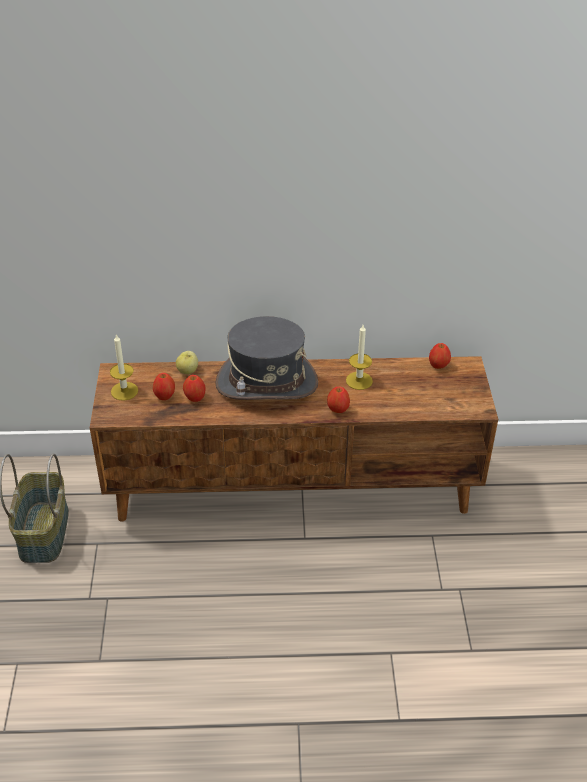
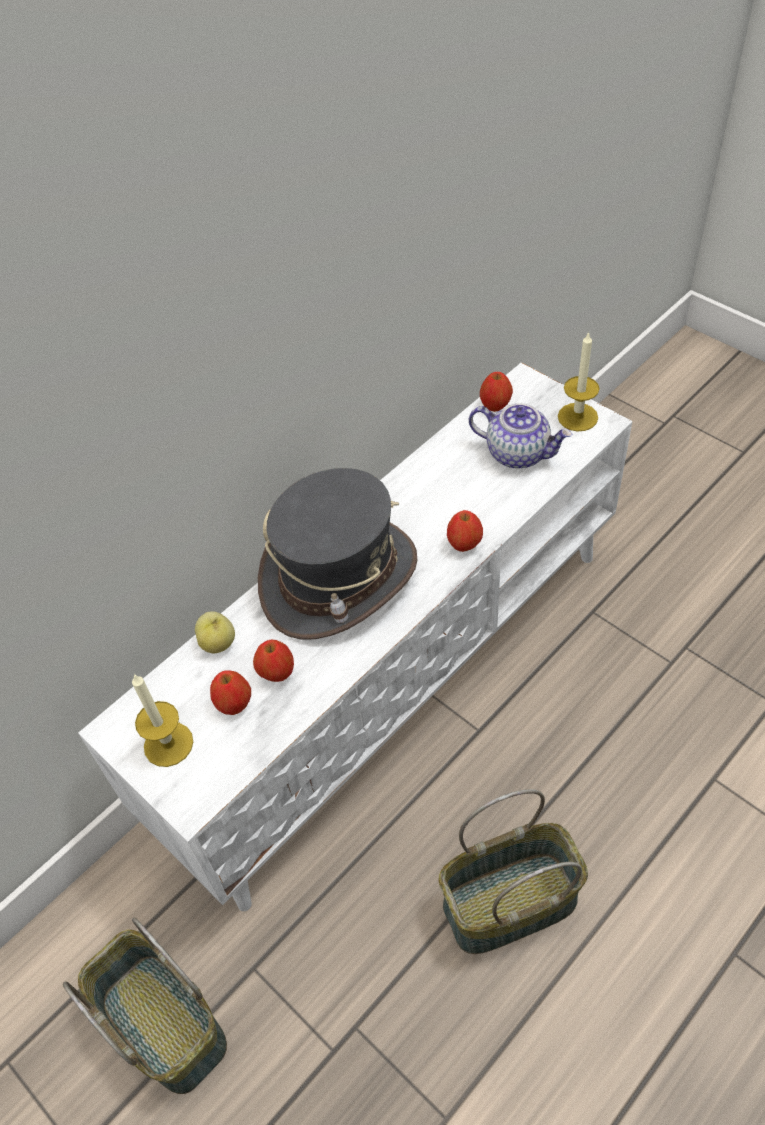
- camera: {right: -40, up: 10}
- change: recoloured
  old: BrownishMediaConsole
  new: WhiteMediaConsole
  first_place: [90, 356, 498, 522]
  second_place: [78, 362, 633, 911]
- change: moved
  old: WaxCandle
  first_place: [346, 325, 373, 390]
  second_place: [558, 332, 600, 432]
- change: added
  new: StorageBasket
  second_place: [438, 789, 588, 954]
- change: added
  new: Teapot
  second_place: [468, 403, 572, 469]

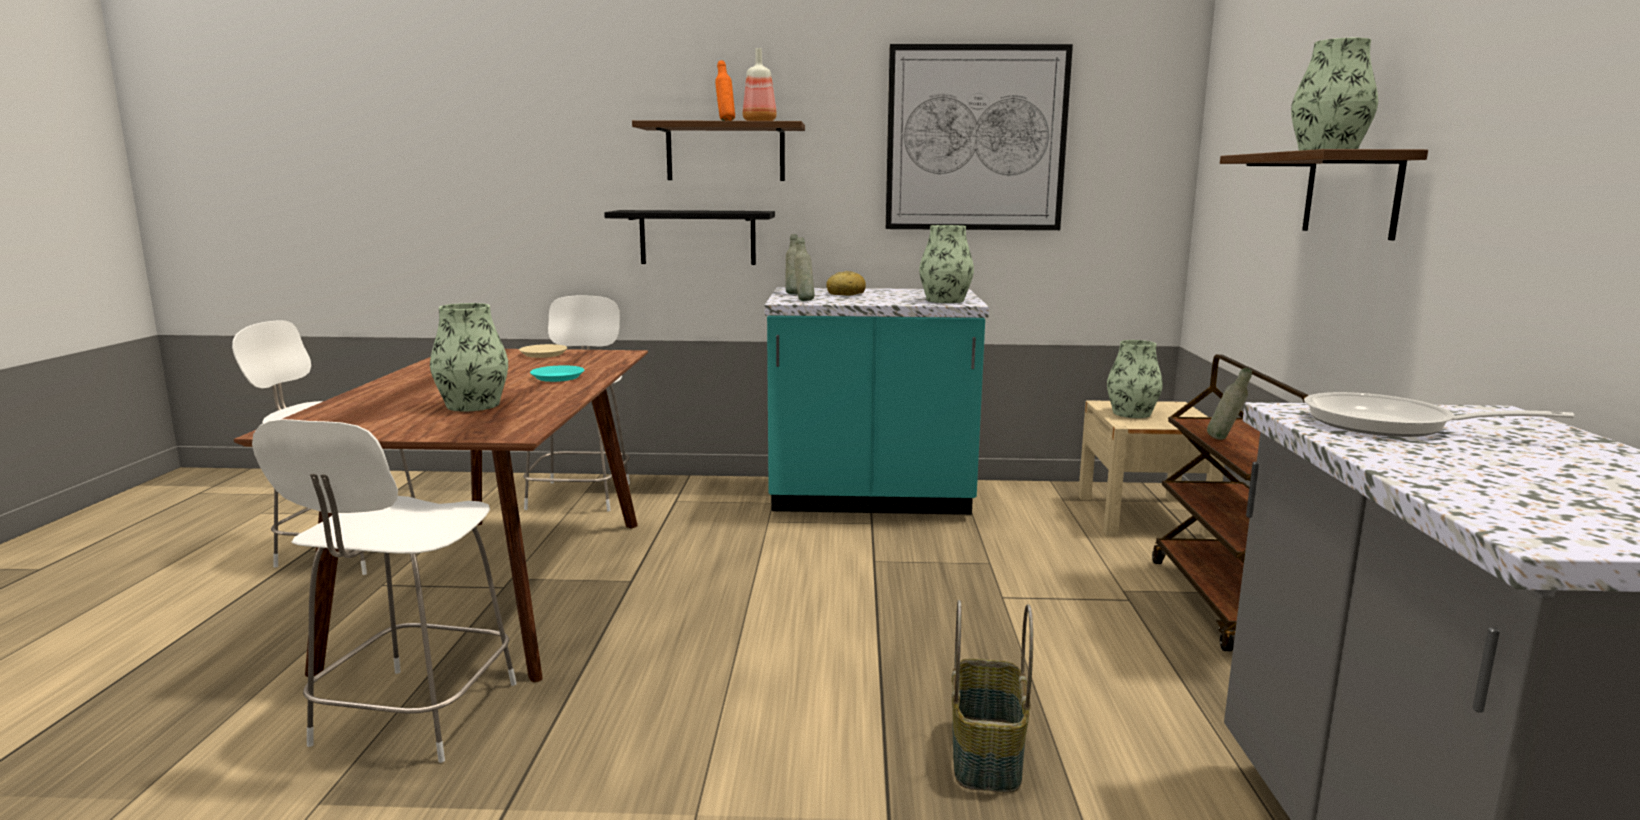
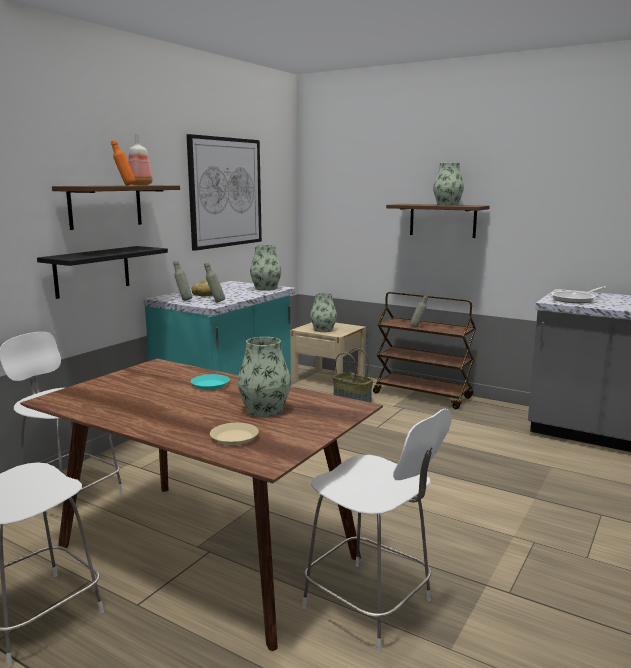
- camera: {right: -60, up: 0}
- change: moved
  old: SandColouredFlatDish
  first_place: [519, 344, 567, 358]
  second_place: [210, 423, 259, 445]
- change: moved
  old: StorageBasket
  first_place: [952, 600, 1033, 793]
  second_place: [332, 348, 373, 403]

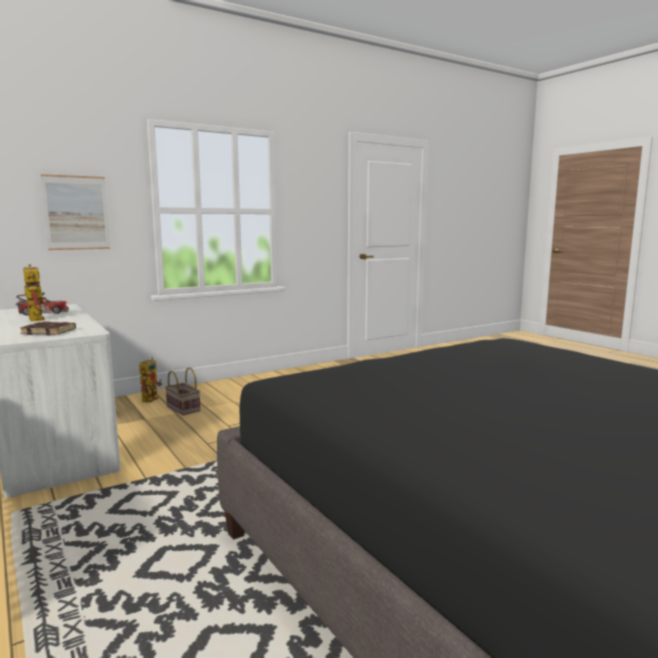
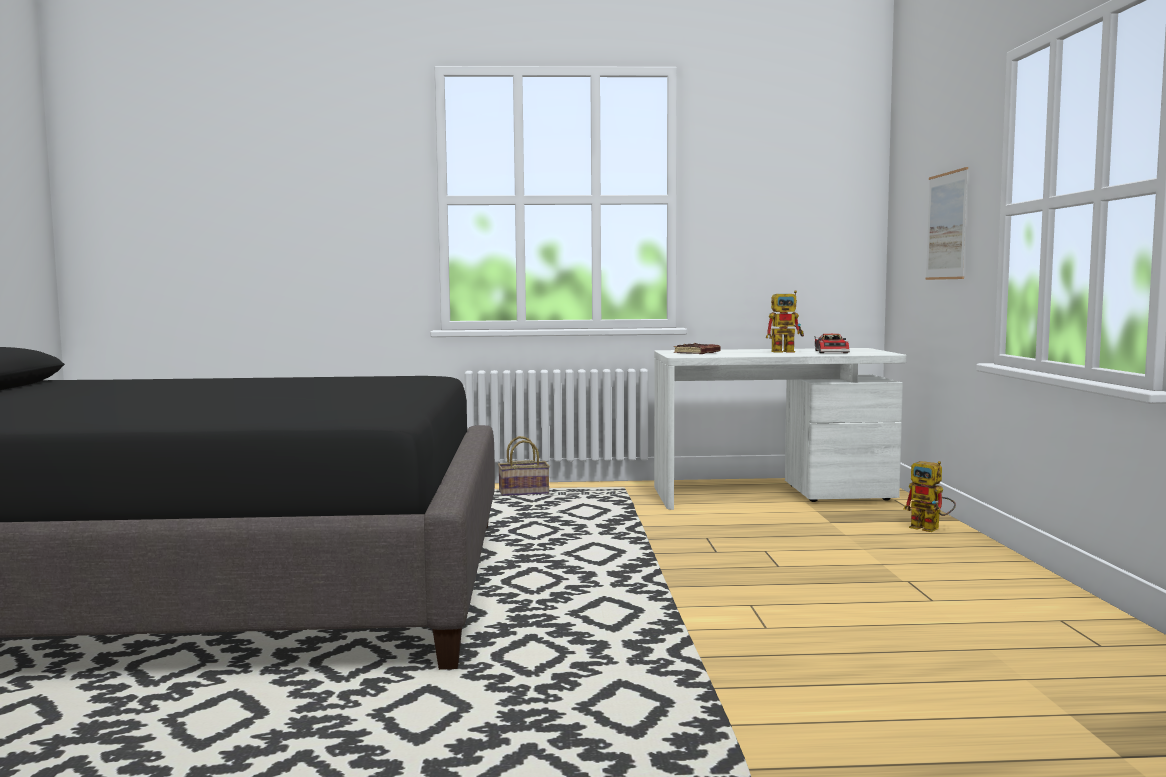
- camera: {right: 120, up: -5}
- change: moved
  old: StorageBasket
  first_place: [165, 367, 201, 416]
  second_place: [498, 436, 550, 496]

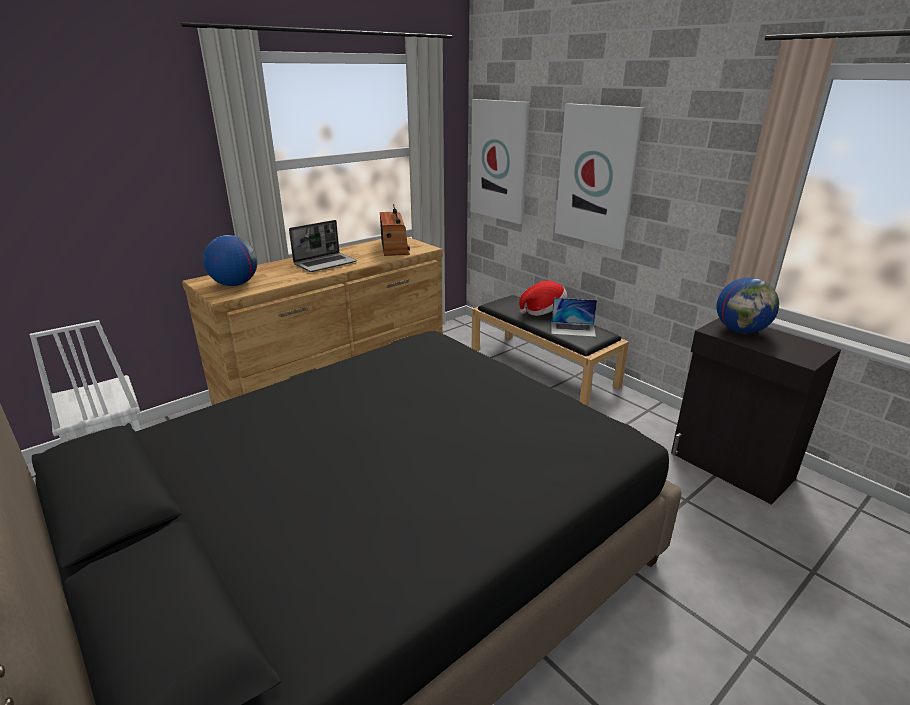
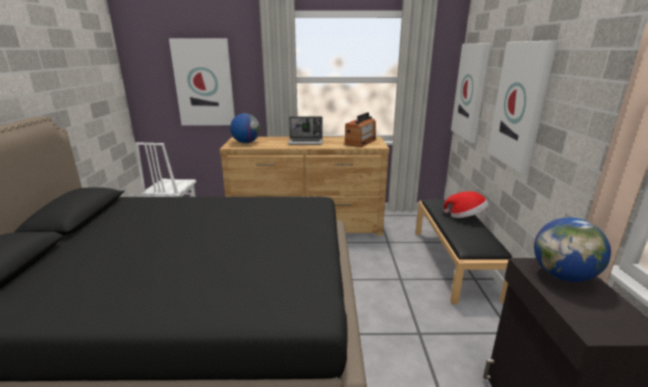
- camera: {right: 40, up: -5}
- change: removed
  old: NotebookComputer
  first_place: [551, 298, 597, 337]
- change: added
  new: WallArt
  second_place: [169, 39, 235, 125]

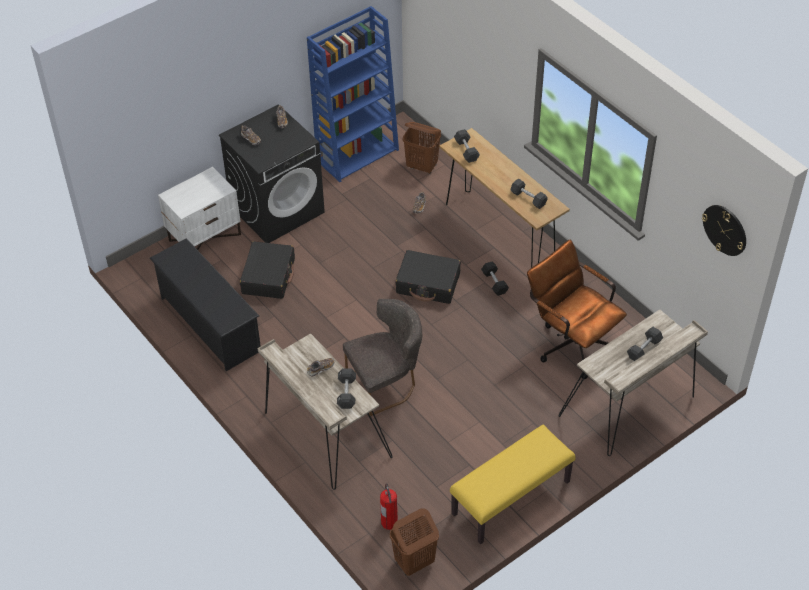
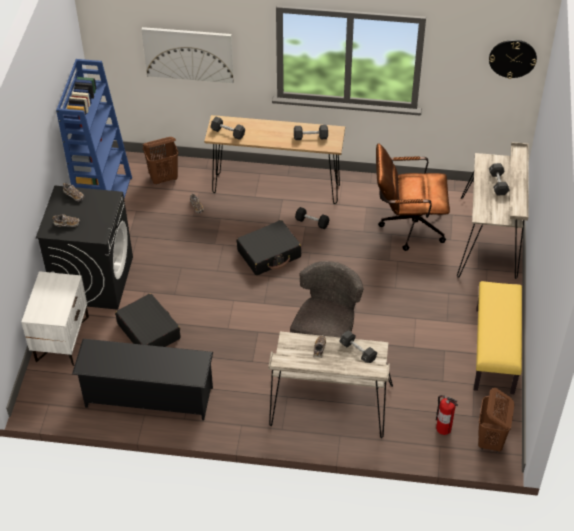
- camera: {right: -45, up: 0}
- change: added
  new: WallArt
  second_place: [141, 27, 234, 83]

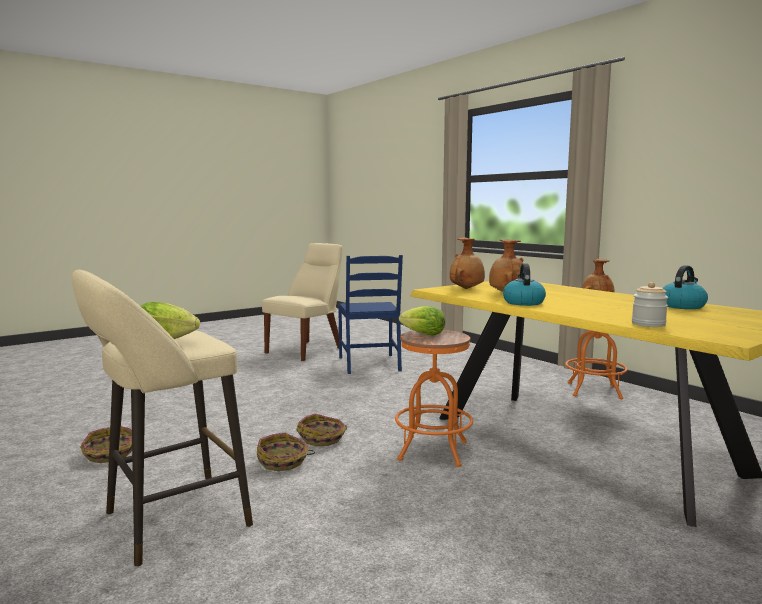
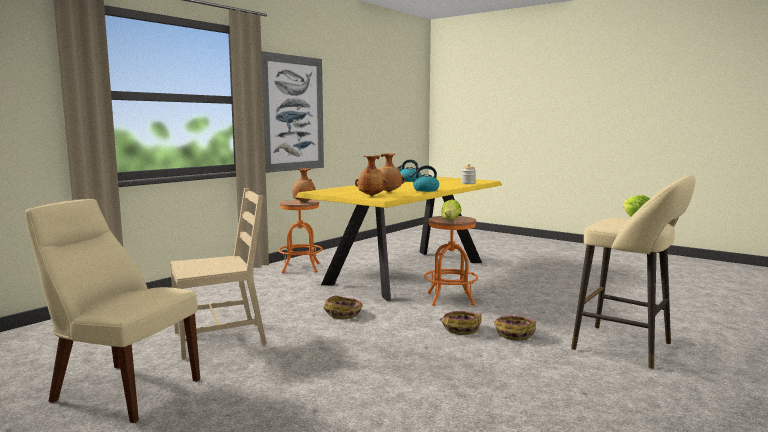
- camera: {right: -105, up: 0}
- change: moved
  old: StorageBasket
  first_place: [80, 426, 132, 463]
  second_place: [324, 295, 363, 319]
- change: recoloured
  old: BlueChair
  new: SandColouredChair
  first_place: [338, 255, 403, 374]
  second_place: [170, 188, 267, 360]
- change: added
  new: WallArt
  second_place: [262, 51, 324, 173]

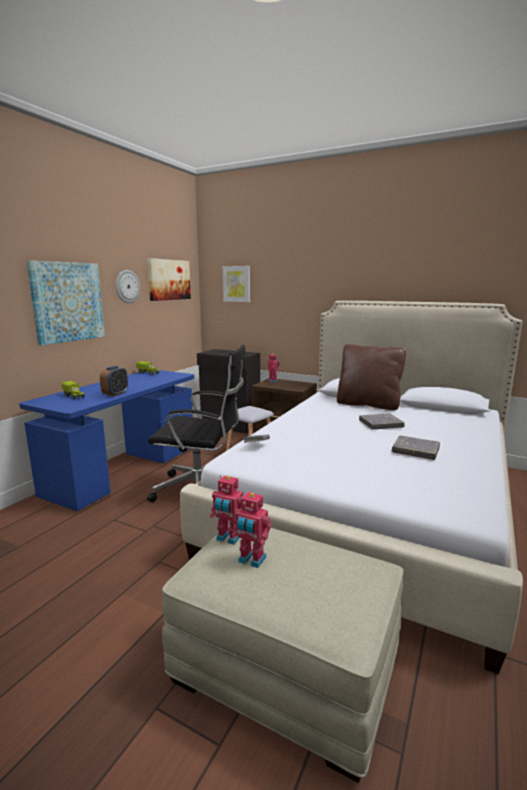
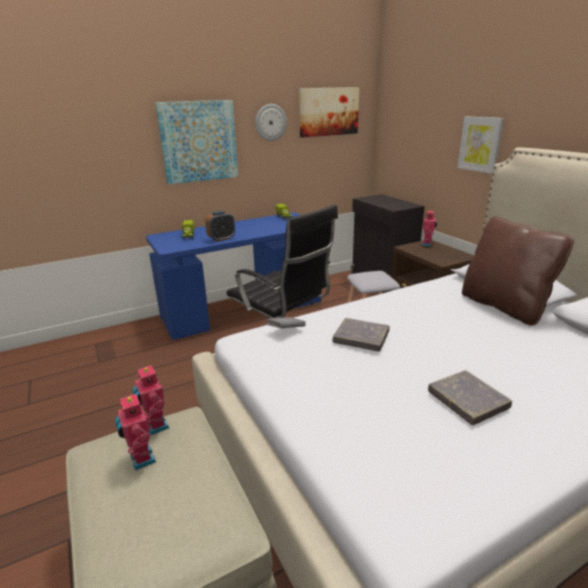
- camera: {right: 35, up: 10}
- change: moved
  old: WallArt
  first_place: [223, 266, 250, 302]
  second_place: [458, 117, 504, 174]
- change: moved
  old: GrayVolume
  first_place: [359, 413, 405, 430]
  second_place: [333, 318, 389, 351]

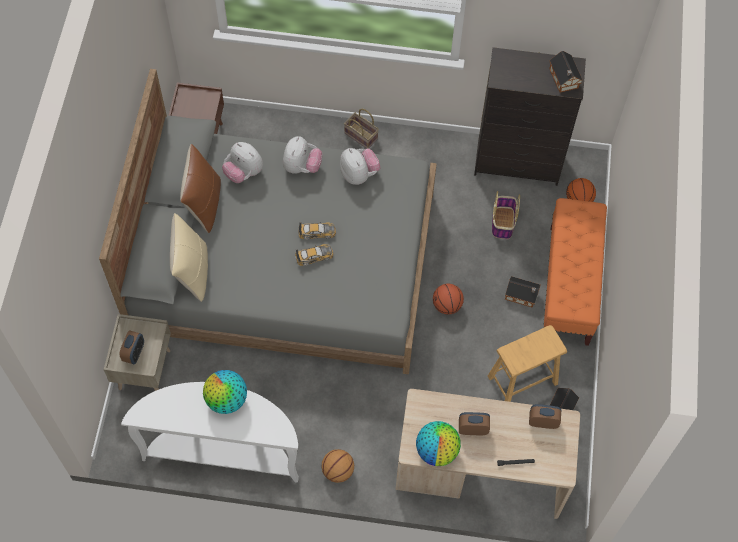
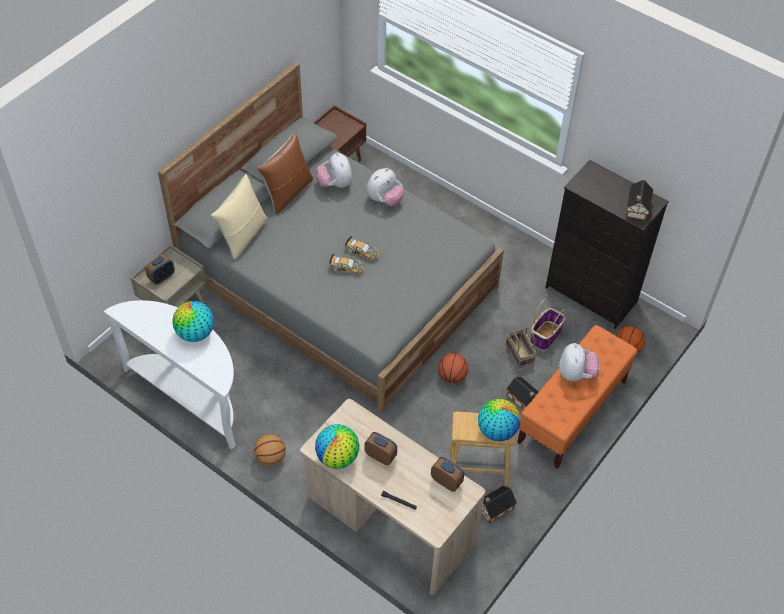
- camera: {right: 30, up: -10}
- change: moved
  old: CuddlyToy
  first_place: [340, 148, 380, 185]
  second_place: [559, 343, 599, 382]
- change: moved
  old: StorageBasket
  first_place: [344, 109, 379, 149]
  second_place: [506, 327, 537, 369]
- change: added
  new: WorldGlobe
  second_place: [478, 399, 520, 441]

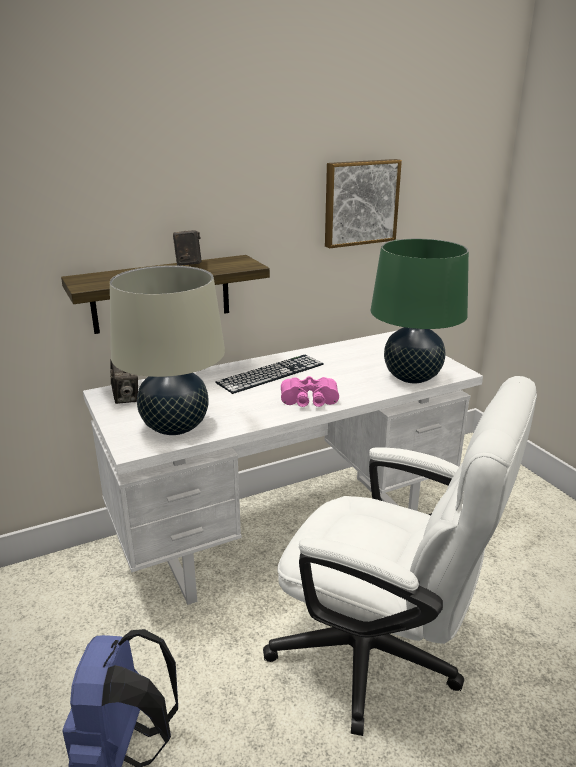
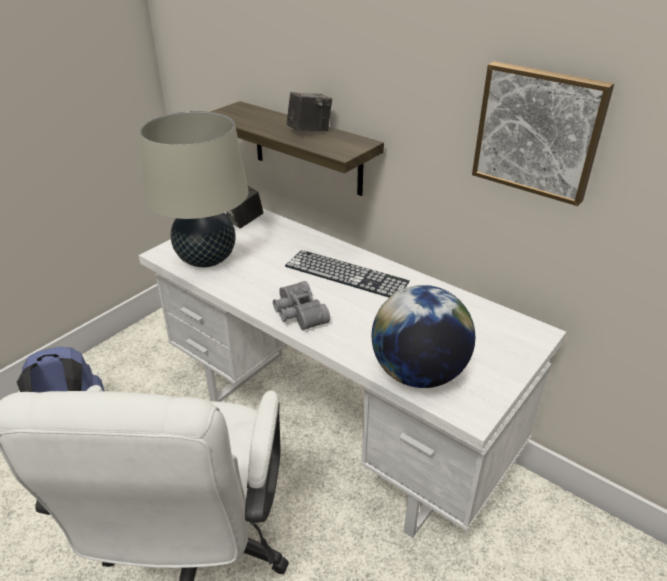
- camera: {right: 65, up: 10}
- change: recoloured
  old: PinkBinoculars
  new: GrayBinoculars
  first_place: [281, 376, 339, 407]
  second_place: [273, 281, 330, 331]
- change: replaced
  old: GreenishLampForATable
  new: WorldGlobe
  first_place: [371, 238, 469, 383]
  second_place: [372, 285, 475, 388]

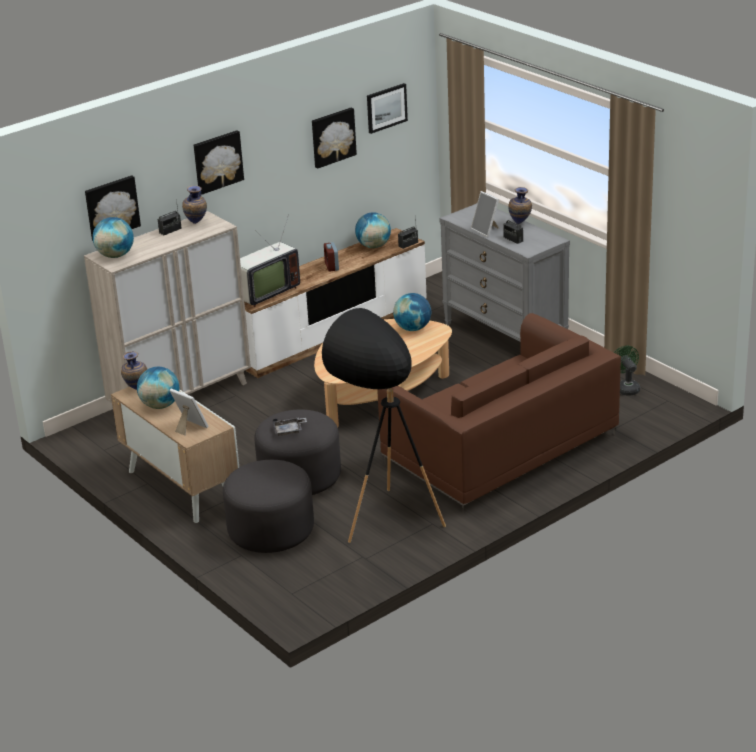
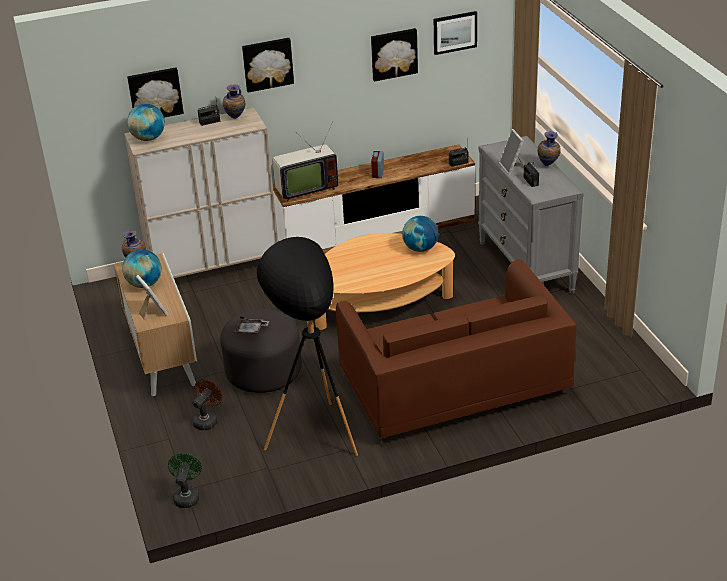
- camera: {right: 20, up: 5}
- change: replaced
  old: GrayPouffe
  new: BrownishCoolingFan
  first_place: [223, 460, 314, 553]
  second_place: [193, 379, 222, 430]
- change: removed
  old: WorldGlobe
  first_place: [355, 212, 391, 248]
- change: moved
  old: GreenishCoolingFan
  first_place: [614, 345, 640, 396]
  second_place: [168, 453, 202, 508]

